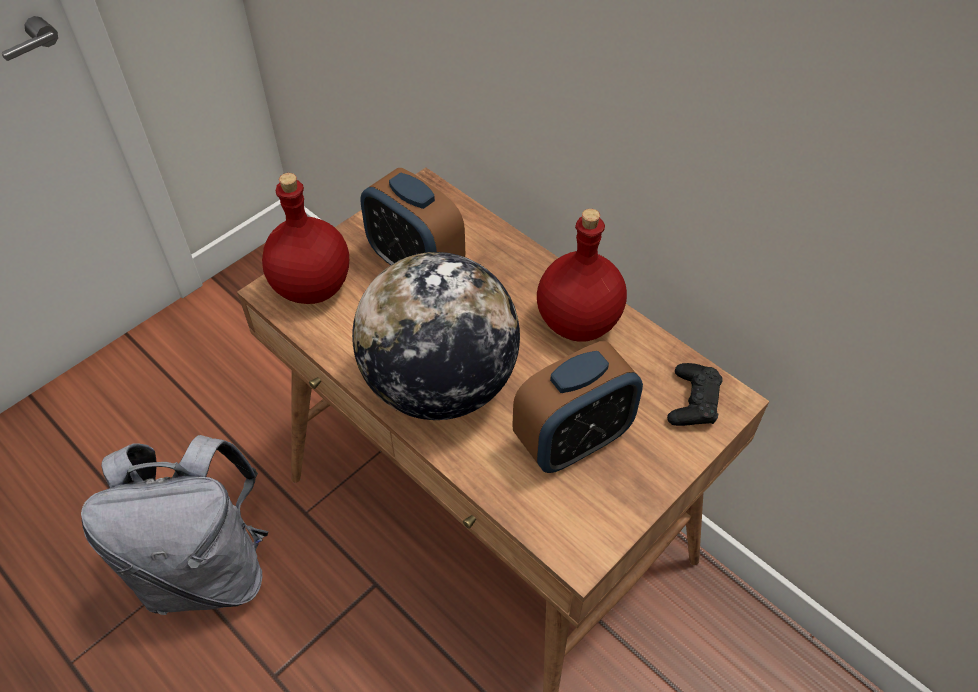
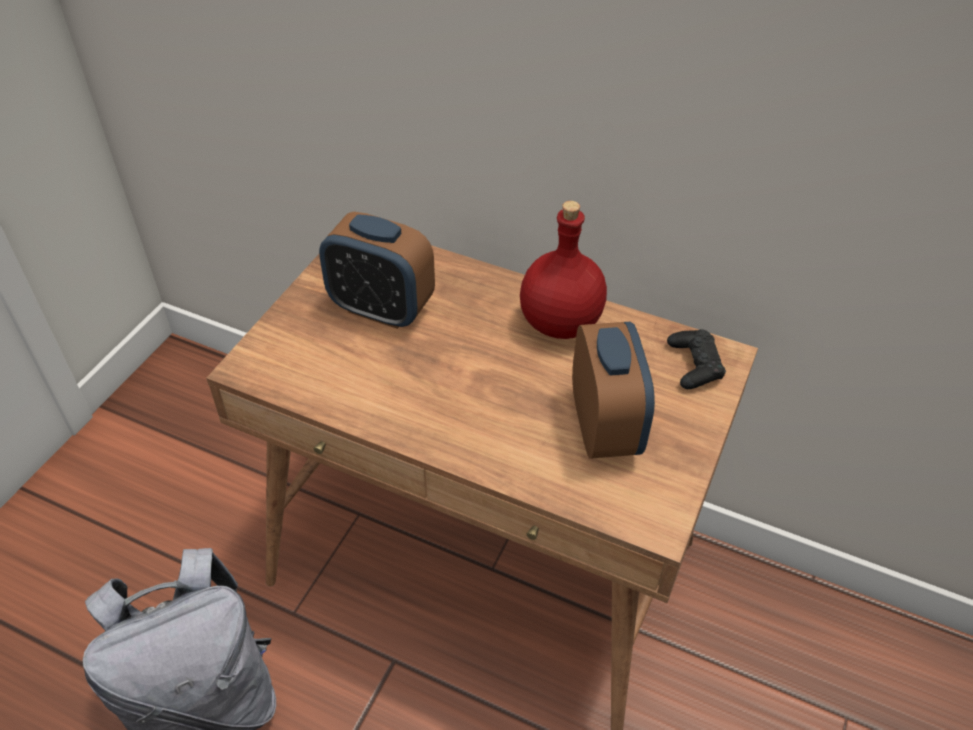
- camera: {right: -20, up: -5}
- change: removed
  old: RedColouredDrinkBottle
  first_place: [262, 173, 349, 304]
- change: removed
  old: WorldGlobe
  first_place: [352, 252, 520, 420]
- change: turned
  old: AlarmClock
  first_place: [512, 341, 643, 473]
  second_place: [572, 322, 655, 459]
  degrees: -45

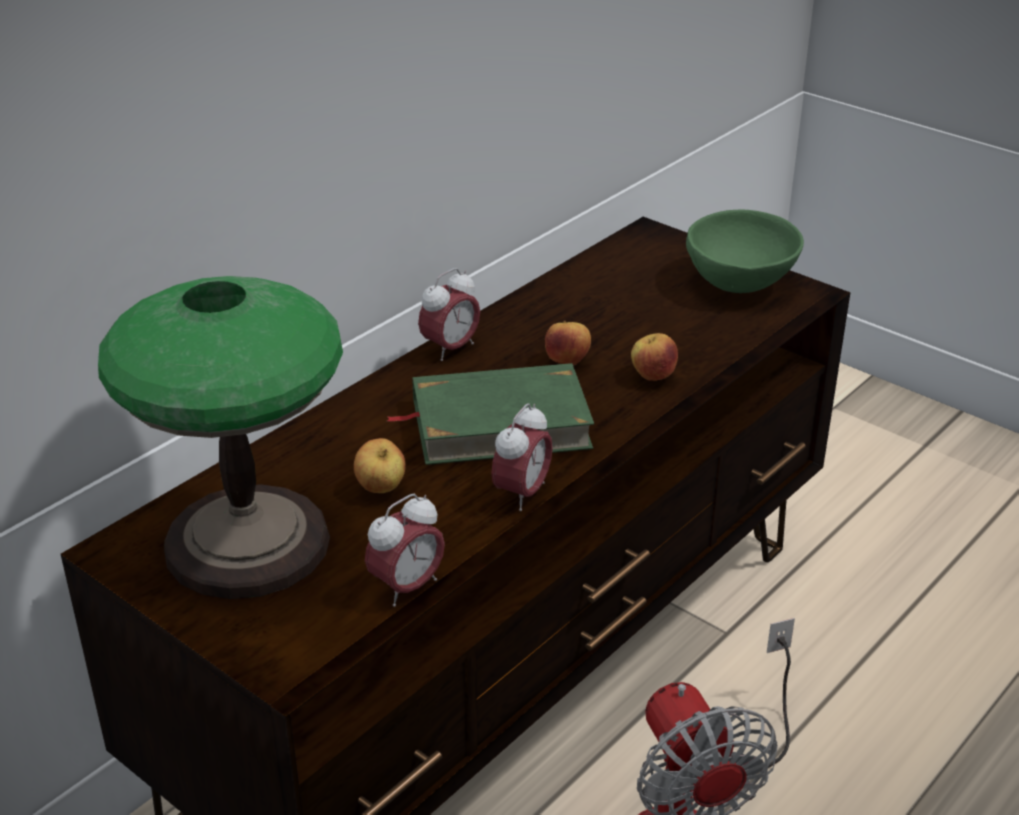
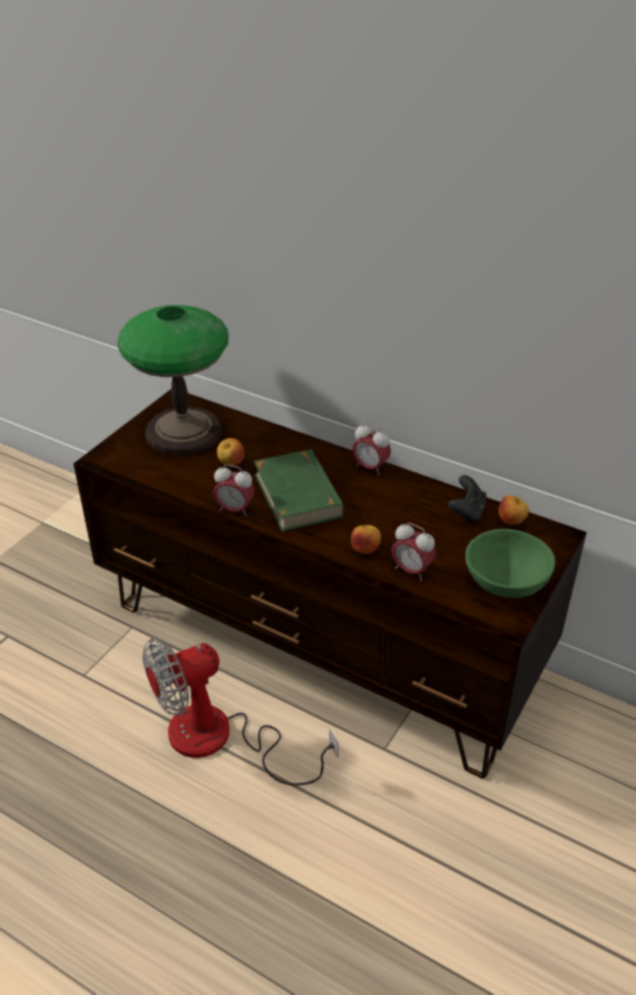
- camera: {right: 80, up: 5}
- change: moved
  old: AlarmClock
  first_place: [365, 494, 445, 607]
  second_place: [392, 523, 436, 581]
- change: moved
  old: AppleFruit
  first_place: [545, 321, 591, 366]
  second_place: [499, 495, 529, 525]
- change: added
  new: BlackColouredJoypad
  second_place: [448, 475, 486, 523]

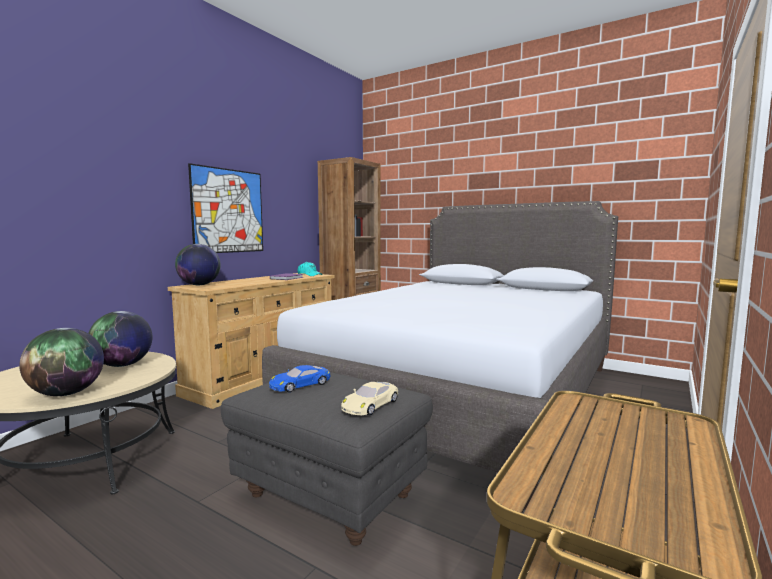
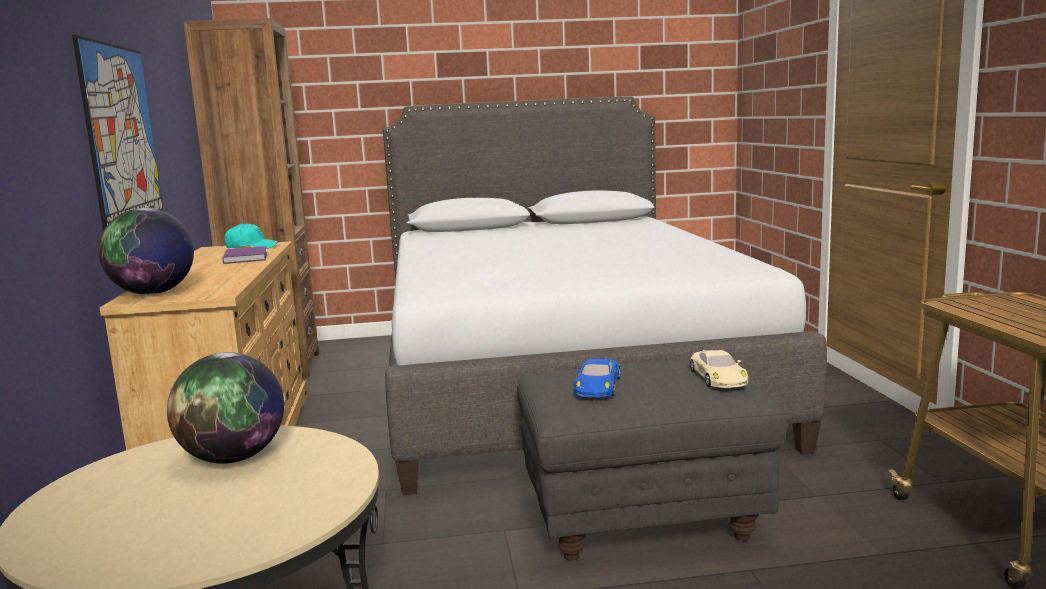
- camera: {right: -40, up: 5}
- change: removed
  old: WorldGlobe
  first_place: [19, 328, 104, 396]

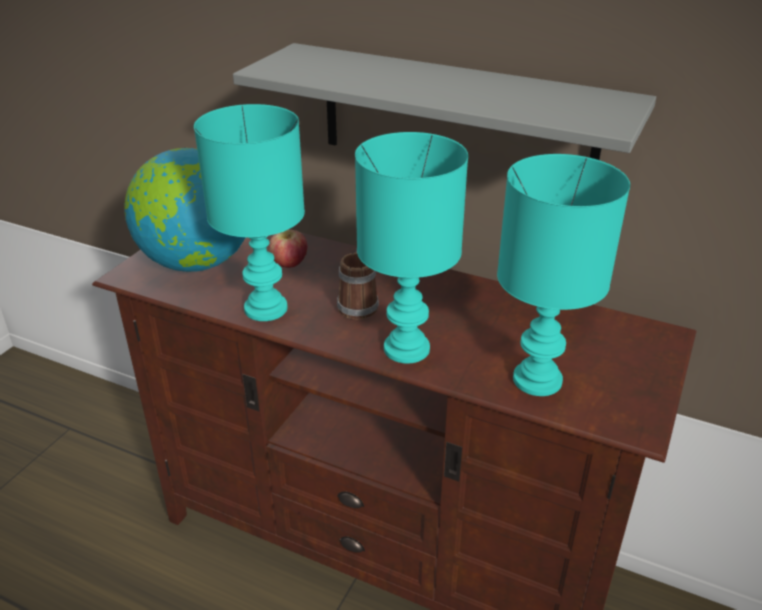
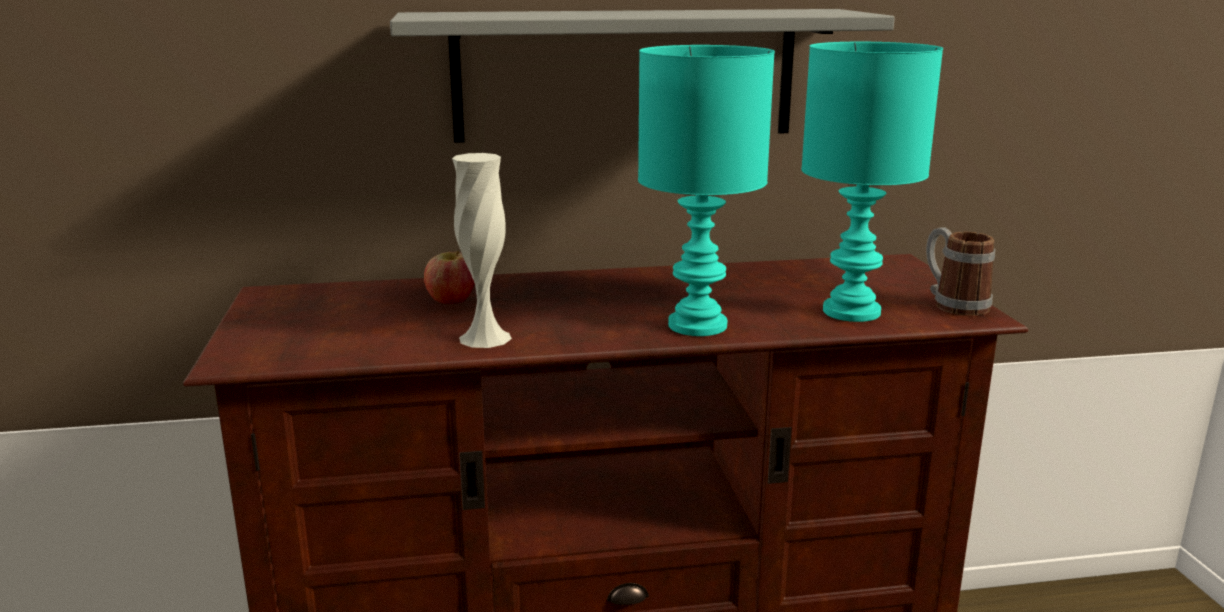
- camera: {right: -35, up: -15}
- change: removed
  old: WorldGlobe
  first_place: [124, 148, 246, 272]
- change: replaced
  old: BlueGreenLampForATable
  new: WhiteFlowerVase
  first_place: [194, 104, 305, 321]
  second_place: [452, 153, 512, 348]
- change: moved
  old: CoffeeMug
  first_place: [337, 253, 379, 319]
  second_place: [926, 227, 995, 316]

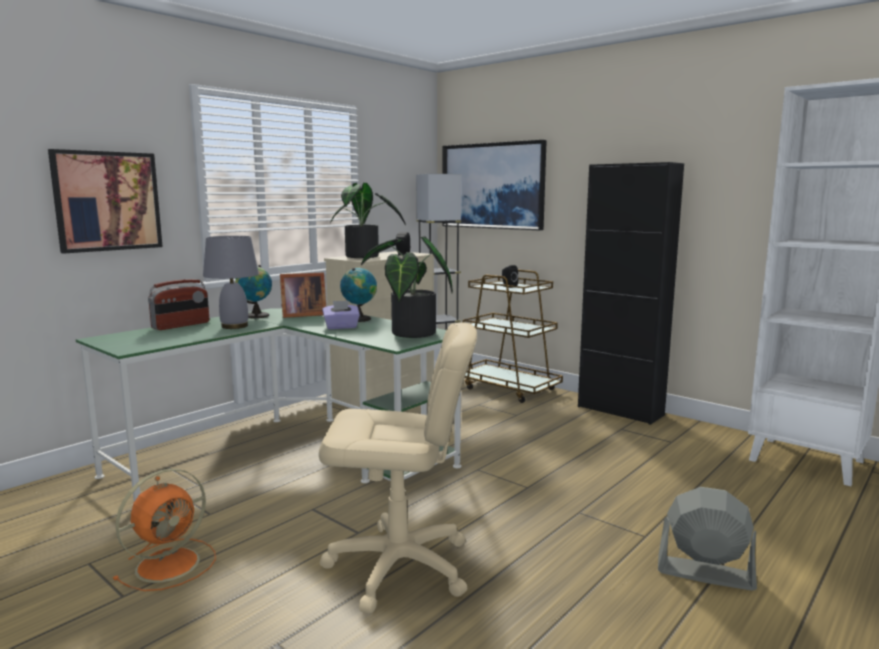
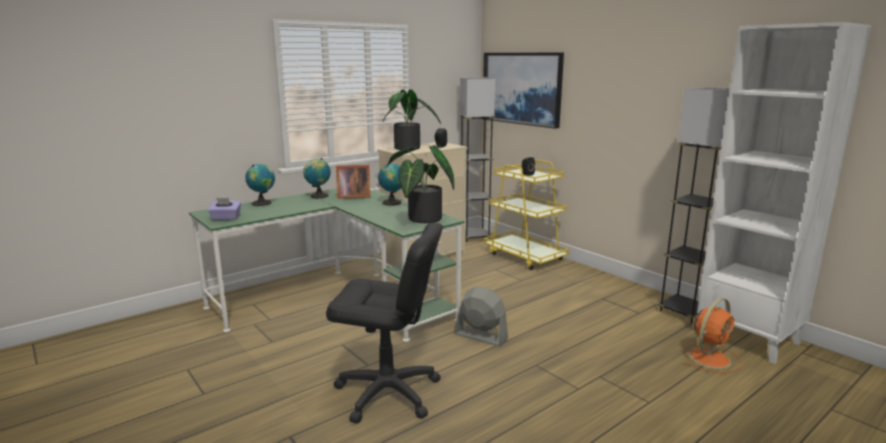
- camera: {right: 10, up: 5}
- change: removed
  old: WallArt
  first_place: [48, 149, 163, 254]
- change: moved
  old: OrangeyCoolingFan
  first_place: [113, 469, 216, 591]
  second_place: [682, 298, 742, 373]
- change: replaced
  old: RadioReceiver
  new: WorldGlobe
  first_place: [148, 279, 209, 330]
  second_place: [245, 164, 275, 206]
- change: removed
  old: GrayLampForATable
  first_place: [203, 236, 259, 329]
- change: recoloured
  old: SandColouredComputerChair
  new: BlackColouredComputerChair
  first_place: [319, 323, 477, 614]
  second_place: [326, 223, 443, 424]
- change: moved
  old: PurplishBoxOfTissues
  first_place: [322, 301, 360, 329]
  second_place: [208, 198, 241, 220]
- change: recoloured
  old: BrownishWheeledCart
  new: YellowWheeledCart
  first_place: [463, 270, 563, 403]
  second_place: [484, 160, 569, 270]
- change: removed
  old: BlackColouredCupboard
  first_place: [578, 162, 684, 425]
- change: moved
  old: GrayCoolingFan
  first_place: [658, 487, 757, 591]
  second_place: [454, 286, 508, 346]
- change: added
  new: GrayStandardLamp
  second_place: [658, 87, 730, 323]

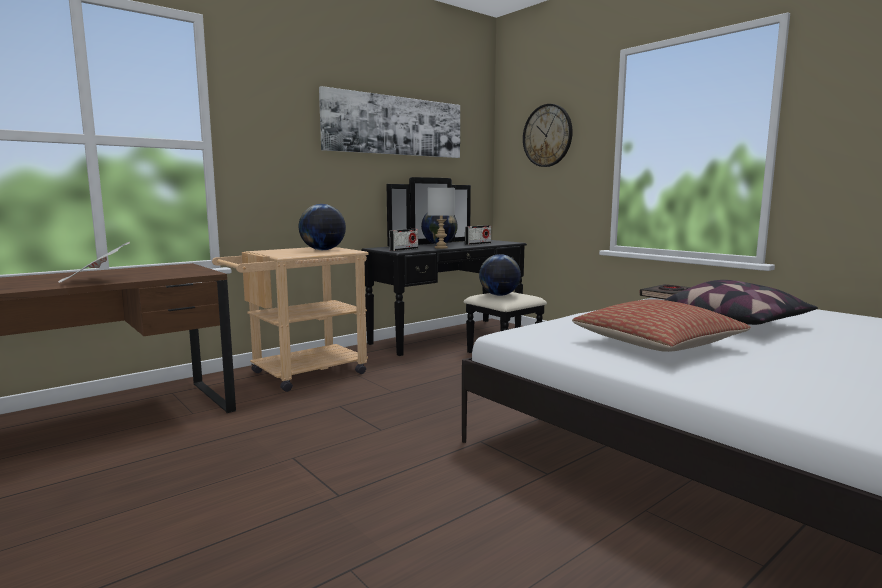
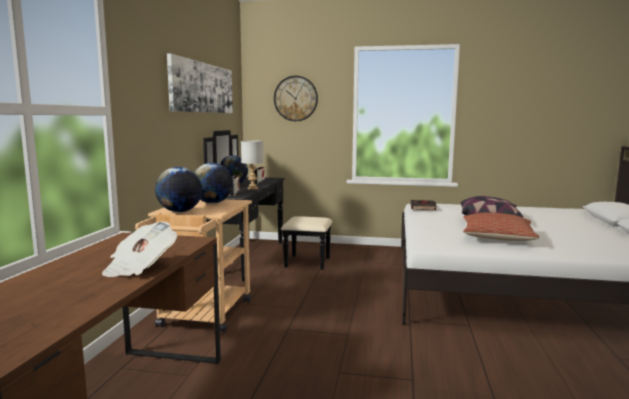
- camera: {right: -40, up: 0}
- change: moved
  old: WorldGlobe
  first_place: [479, 254, 521, 296]
  second_place: [155, 167, 202, 212]

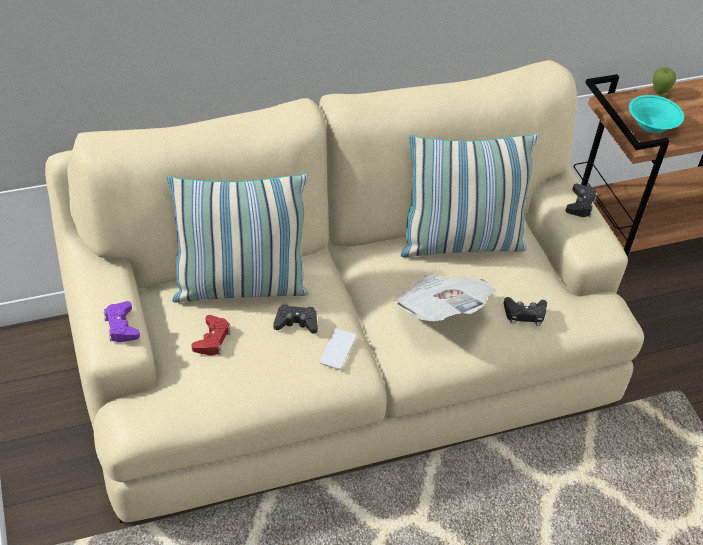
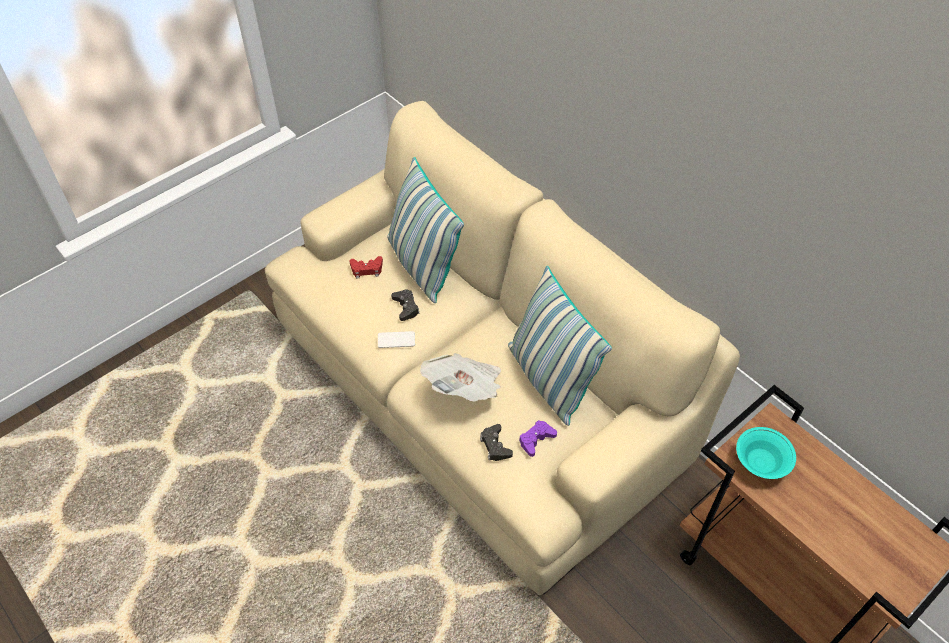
- camera: {right: 70, up: 5}
- change: moved
  old: PurplishJoypad
  first_place: [104, 301, 140, 343]
  second_place: [519, 420, 557, 457]
- change: removed
  old: BlackColouredJoypad
  first_place: [565, 184, 597, 217]
- change: removed
  old: AppleFruit
  first_place: [653, 67, 676, 95]

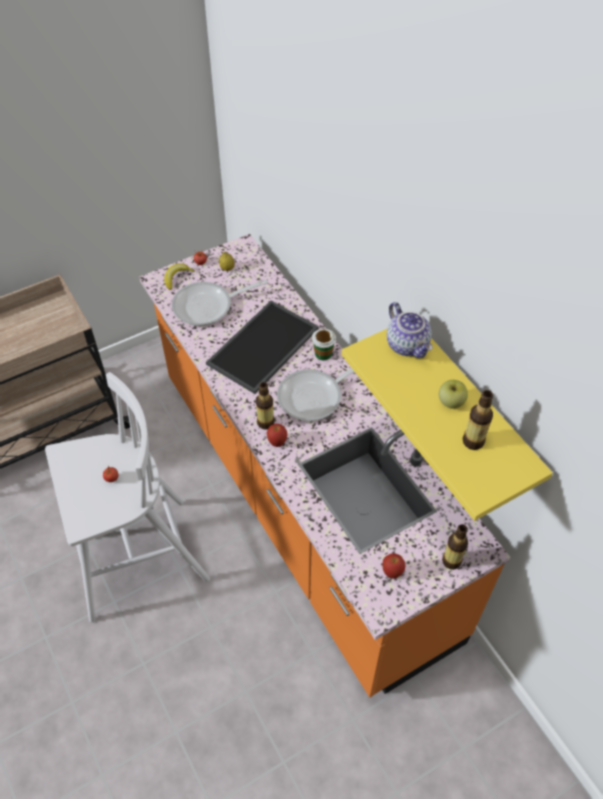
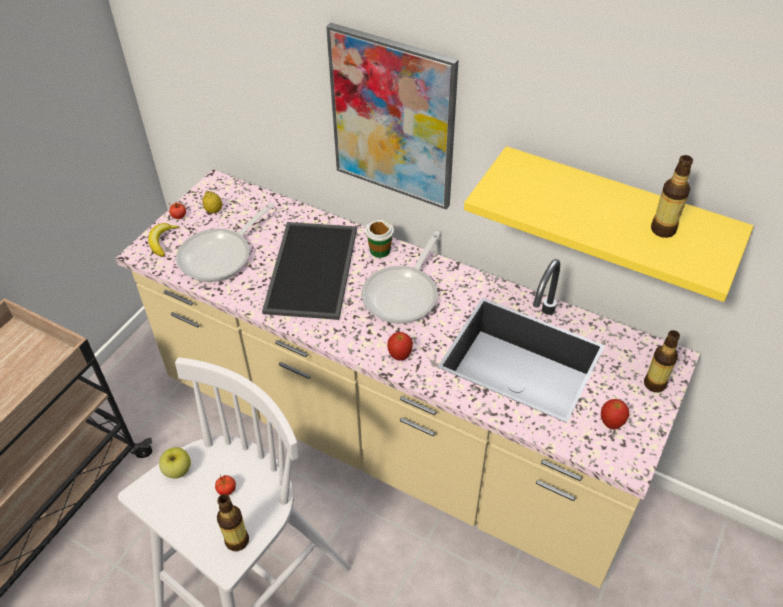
- camera: {right: -30, up: -5}
- change: recoloured
  old: OrangeyCounter
  new: SandColouredCounter
  first_place: [139, 234, 510, 697]
  second_place: [116, 169, 700, 588]
- change: moved
  old: DrinkBottle
  first_place: [256, 382, 274, 430]
  second_place: [217, 494, 249, 551]
- change: removed
  old: Teapot
  first_place: [387, 302, 432, 358]
- change: moved
  old: AppleFruit
  first_place: [439, 380, 468, 408]
  second_place: [159, 447, 191, 478]
- change: added
  new: WallArt
  second_place: [326, 23, 459, 210]

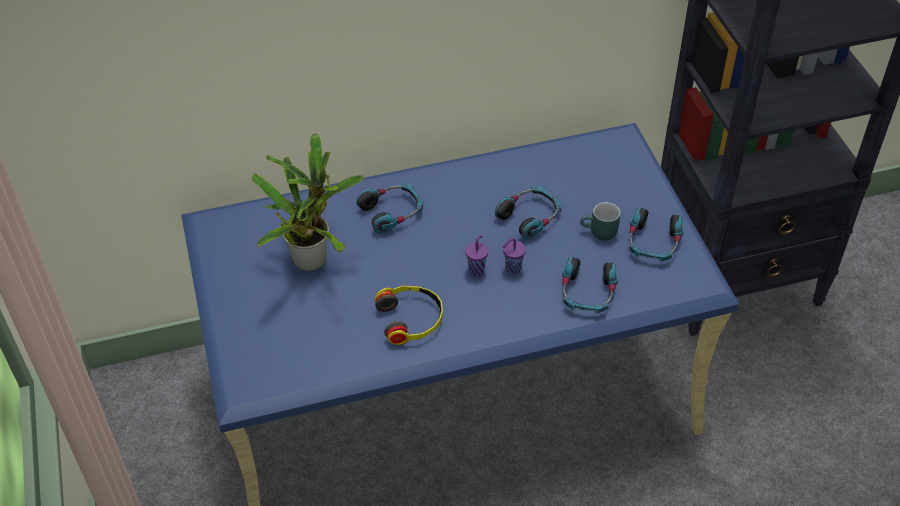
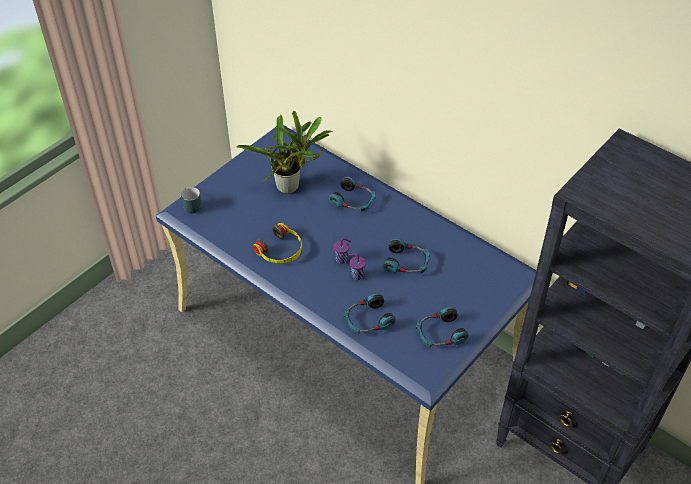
- camera: {right: 55, up: 0}
- change: moved
  old: BlueGreenCoffeeMug
  first_place: [580, 202, 621, 240]
  second_place: [181, 187, 202, 214]

